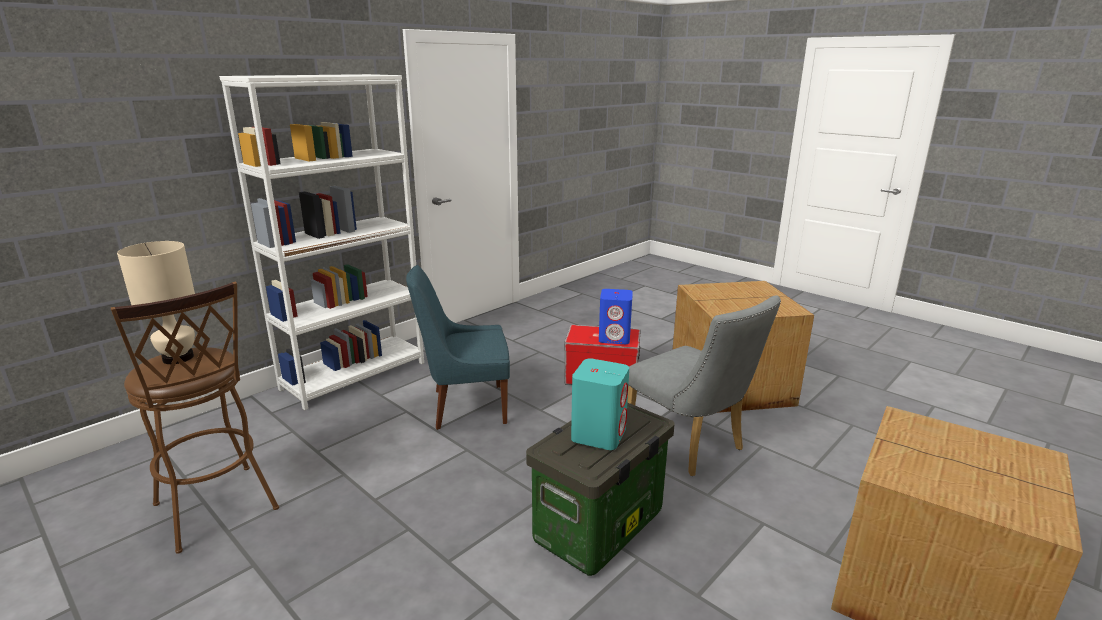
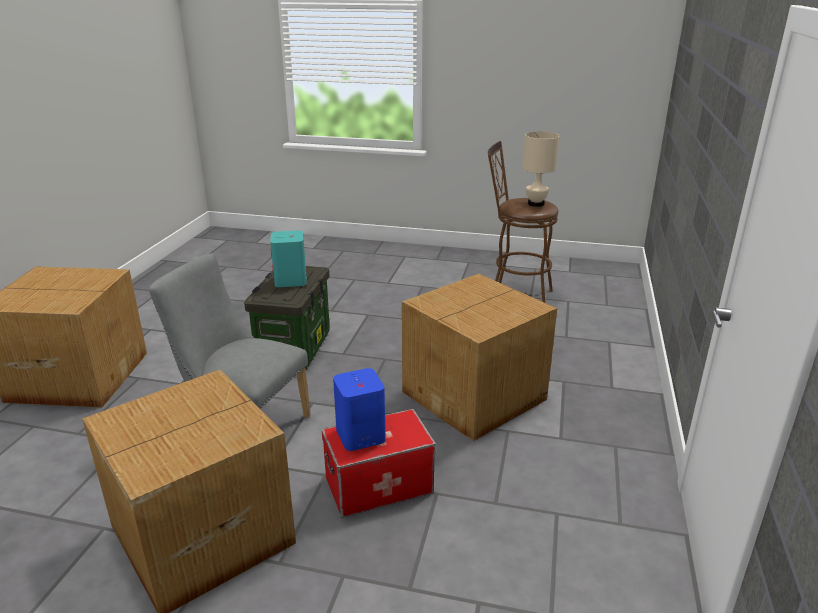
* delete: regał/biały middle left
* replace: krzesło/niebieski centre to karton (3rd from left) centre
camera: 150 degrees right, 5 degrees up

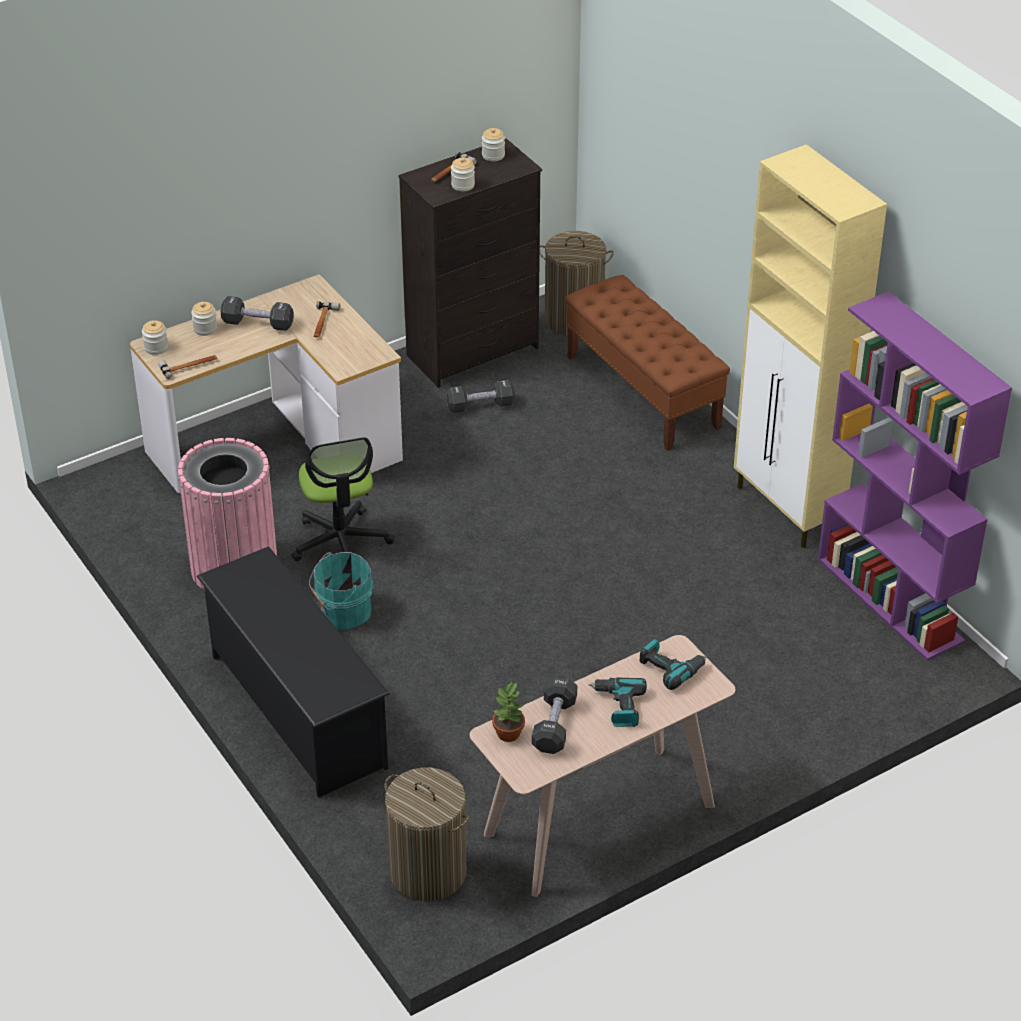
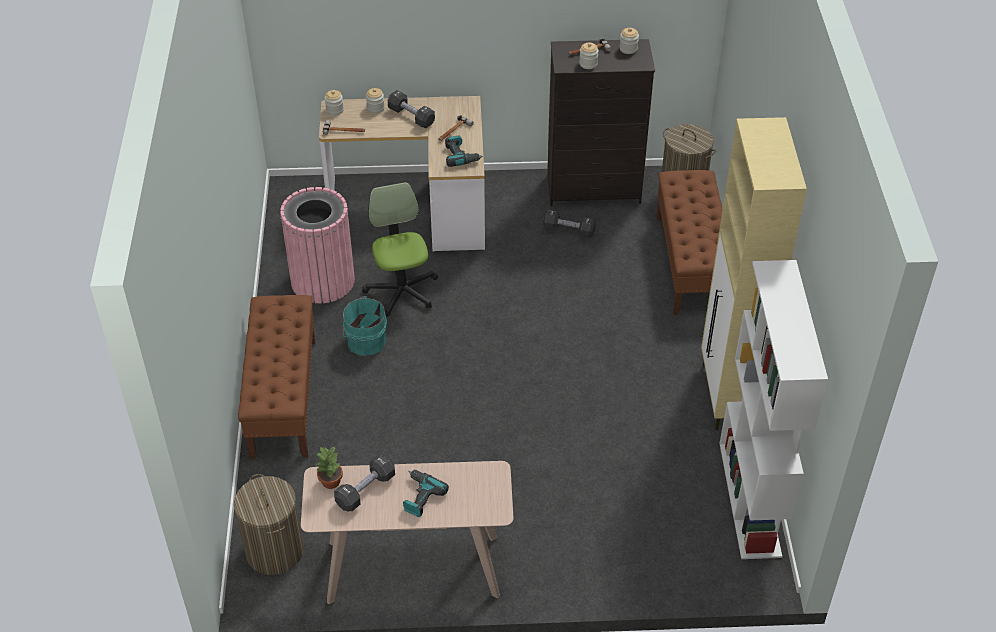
* move: wiertarka (2nd from left) centre to top centre
* replace: regał na buty/czarny middle left to ławka/brązowy (1st from left) middle left
* recolor: regał/fioletowy middle right to regał/biały middle right
* rotate: krzesło biurowe centre = centre 150 degrees clockwise
camera: 30 degrees right, 5 degrees up

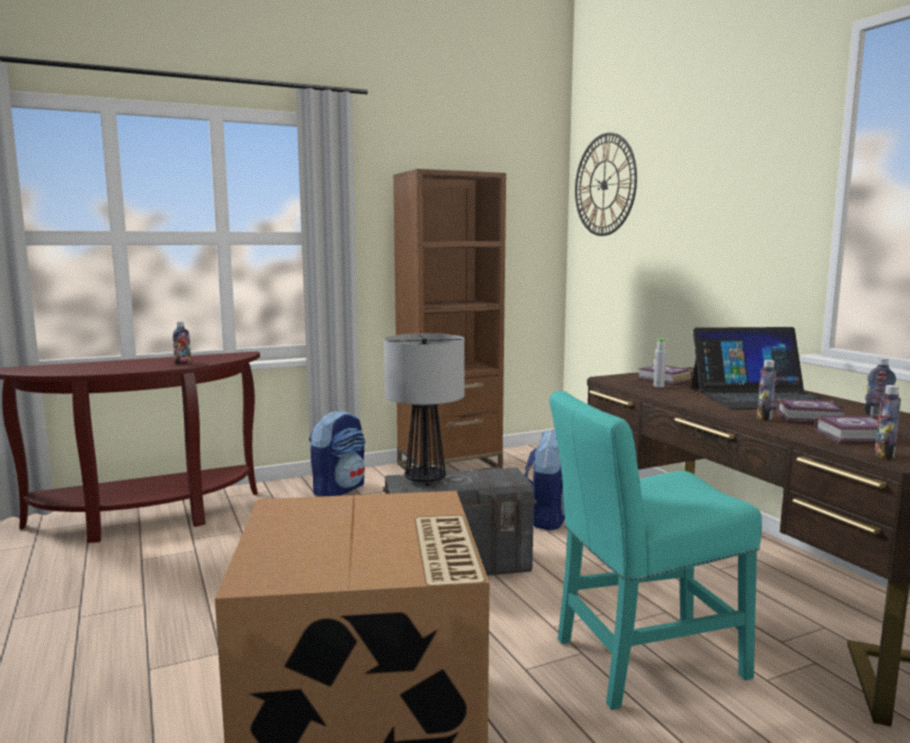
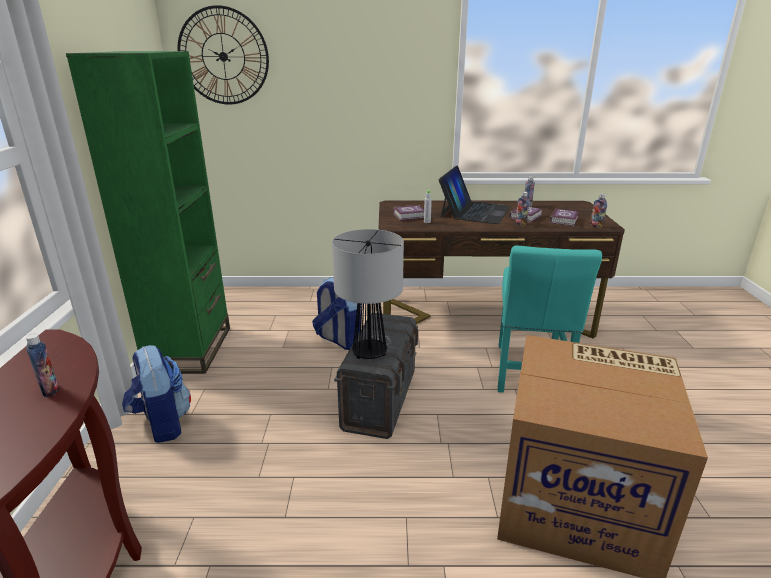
* recolor: regał/brązowy centre to regał/zielony middle left
camera: 65 degrees left, 15 degrees up

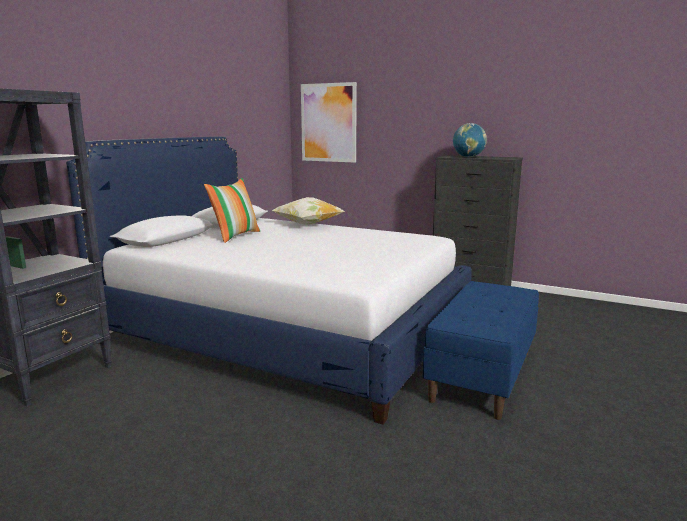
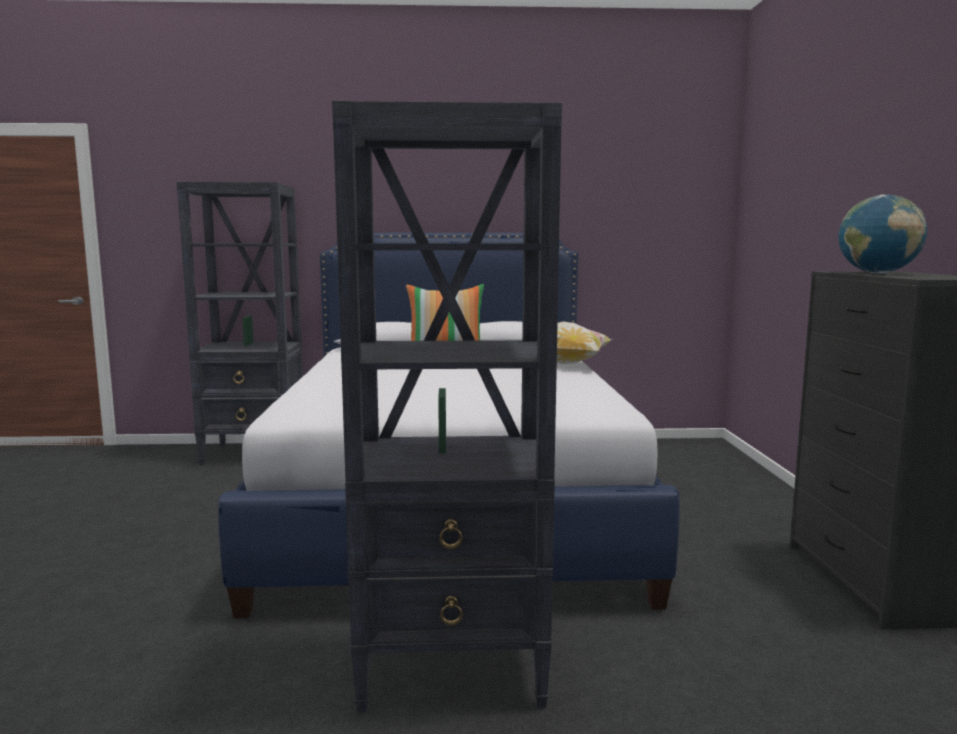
* delete: obraz top centre
* replace: ławka/niebieski bottom right to regał/czarny (2nd from left) centre
camera: 60 degrees right, 5 degrees down

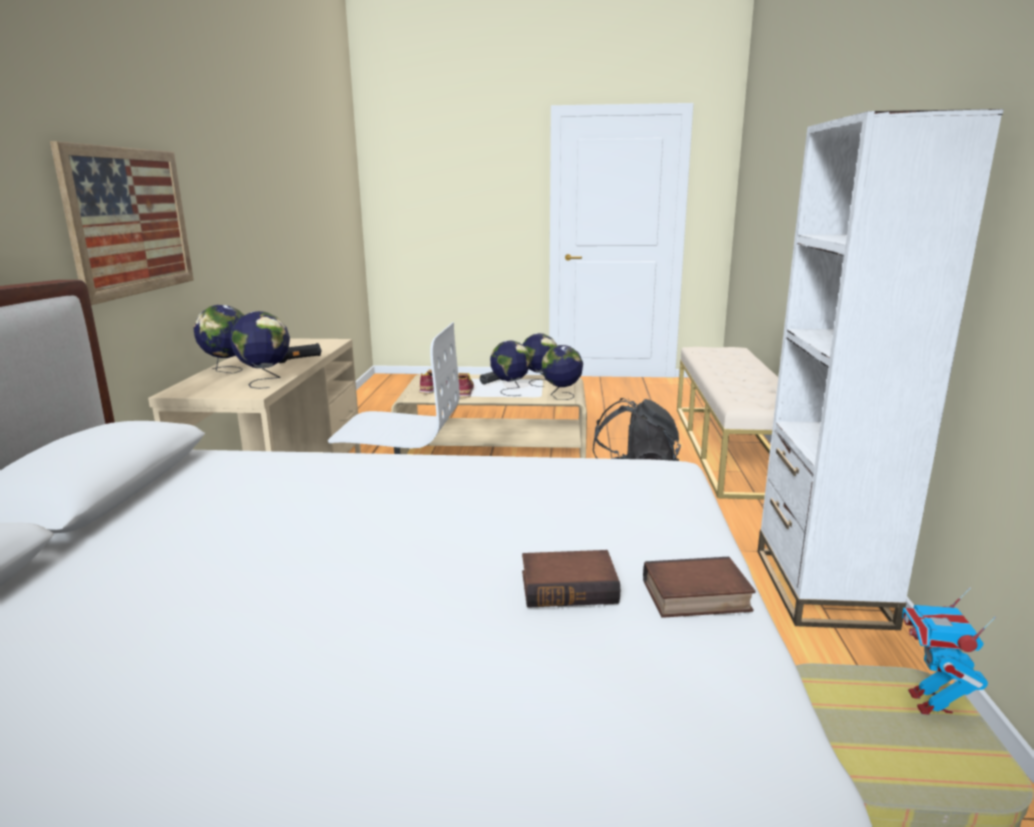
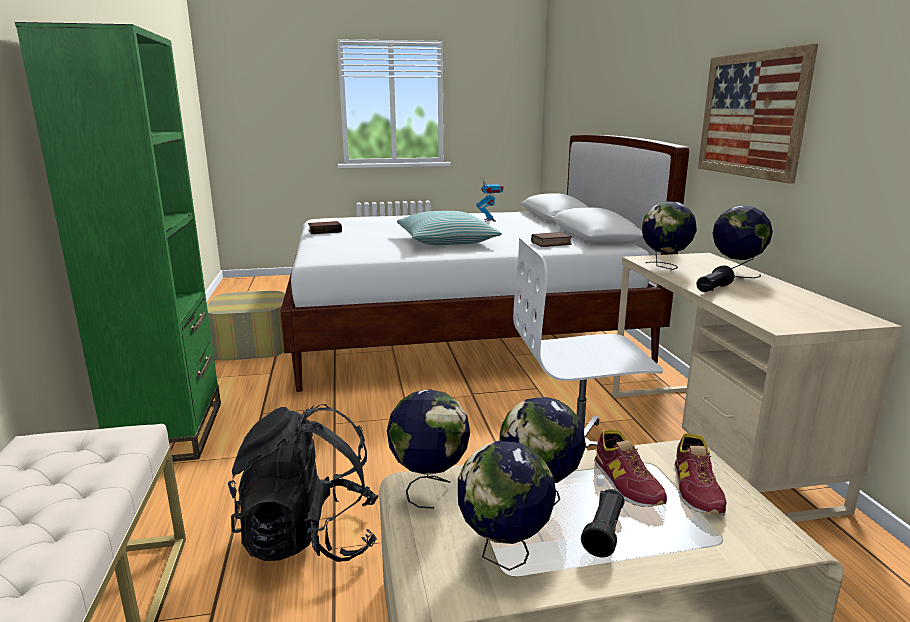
* insert: poduszka centre
* move: książka (1st from left in the first image) bottom centre to książka (2nd from left) centre
* move: robot zabawkowy bottom right to top centre
* recolor: regał/biały middle right to regał/zielony middle left
camera: 165 degrees right, 0 degrees up

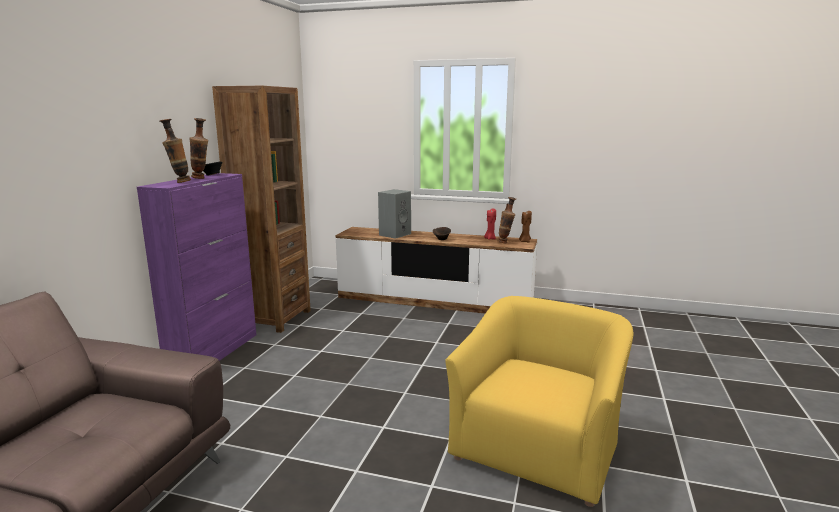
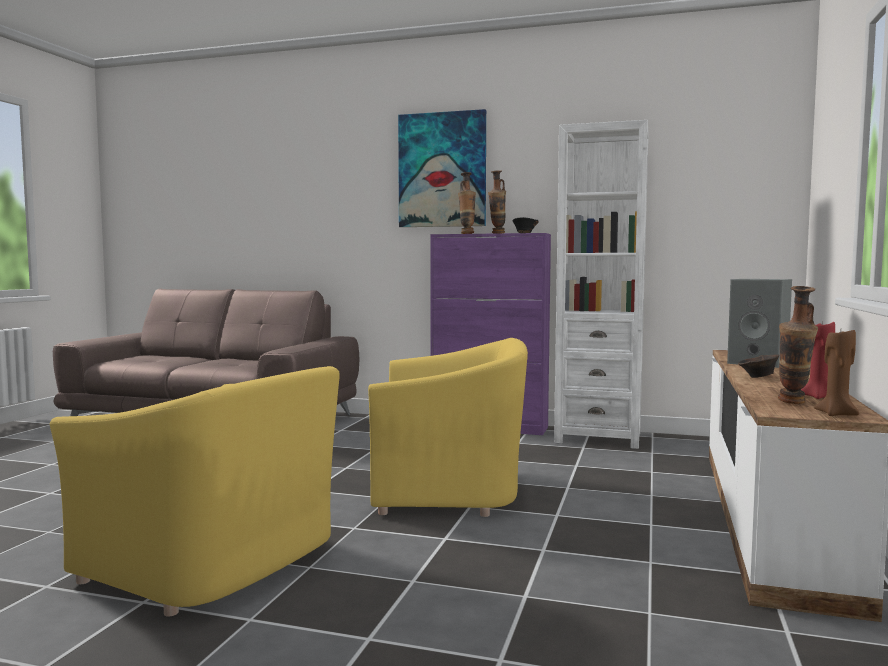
* insert: fotel/żółty (2nd from left) centre
* insert: obraz top centre
* recolor: regał/brązowy middle left to regał/biały middle right
camera: 90 degrees right, 10 degrees down

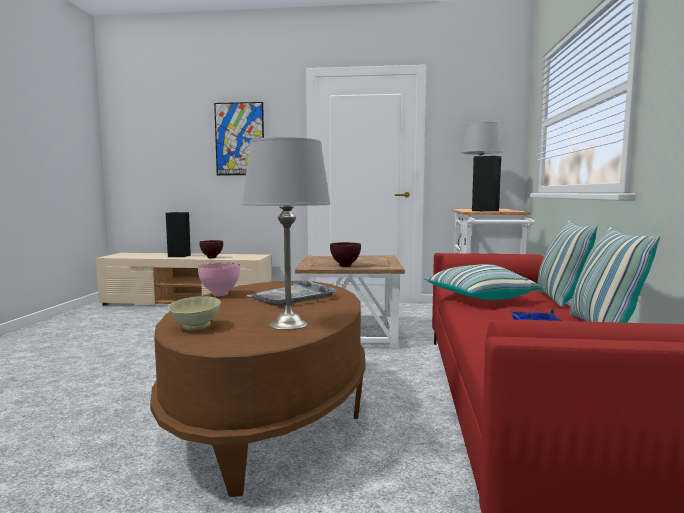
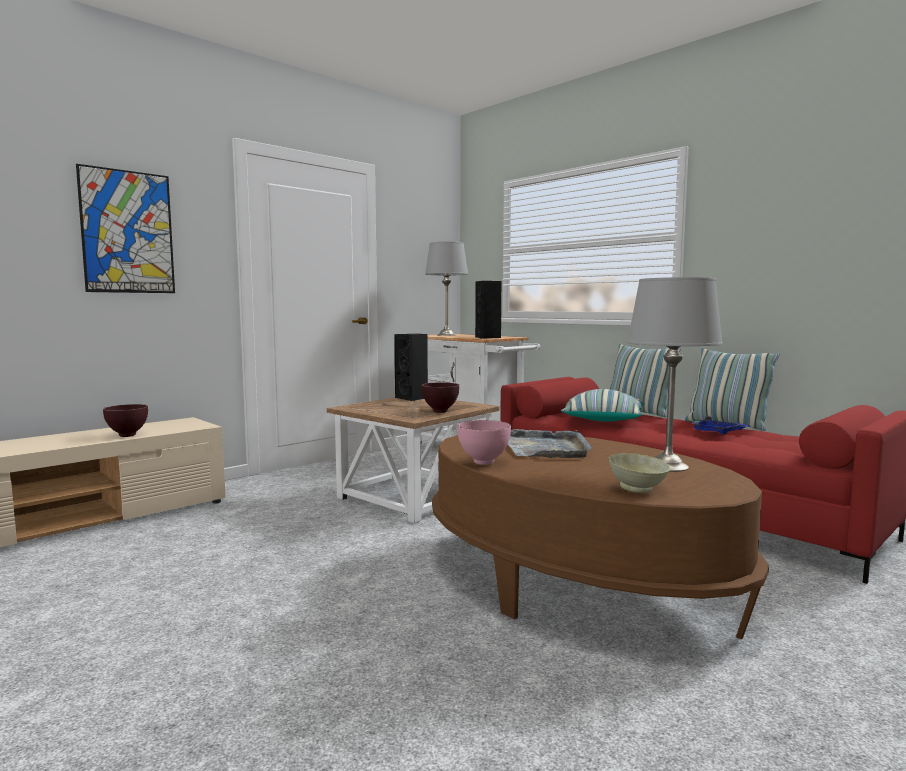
* move: głośnik/czarny (1st from left) middle left to centre
camera: 50 degrees left, 0 degrees up

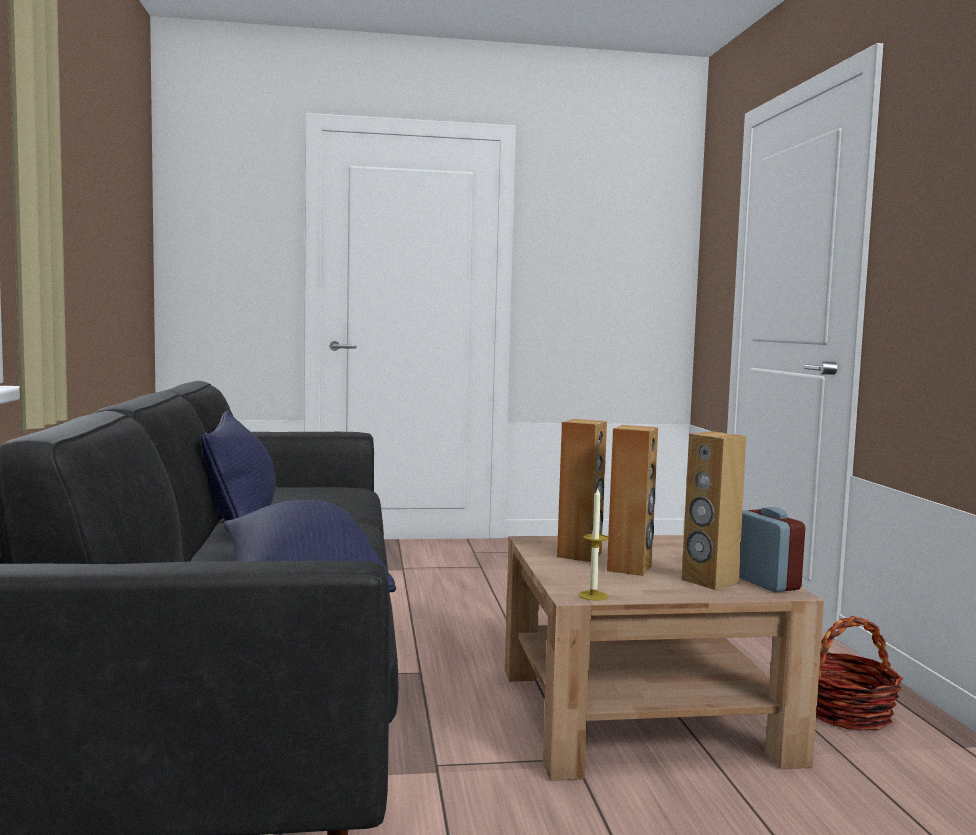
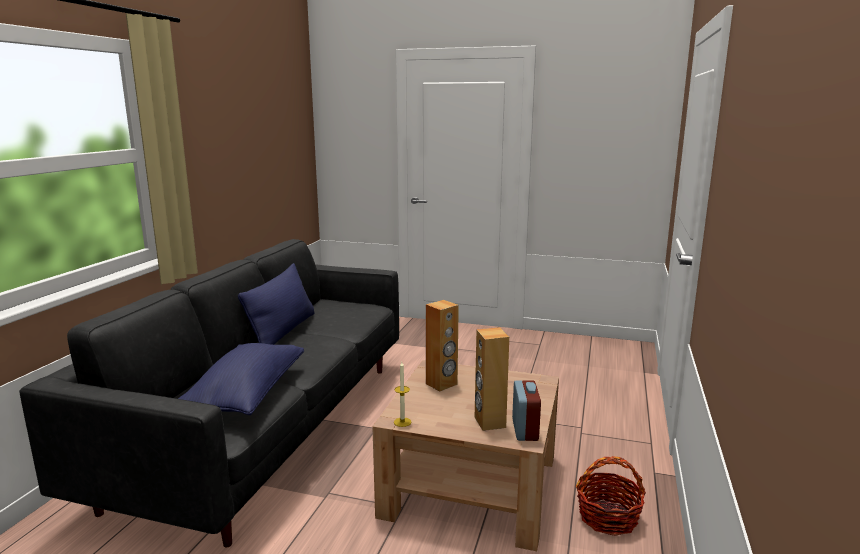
* delete: głośnik/brązowy (2nd from left) centre
camera: 25 degrees right, 10 degrees up

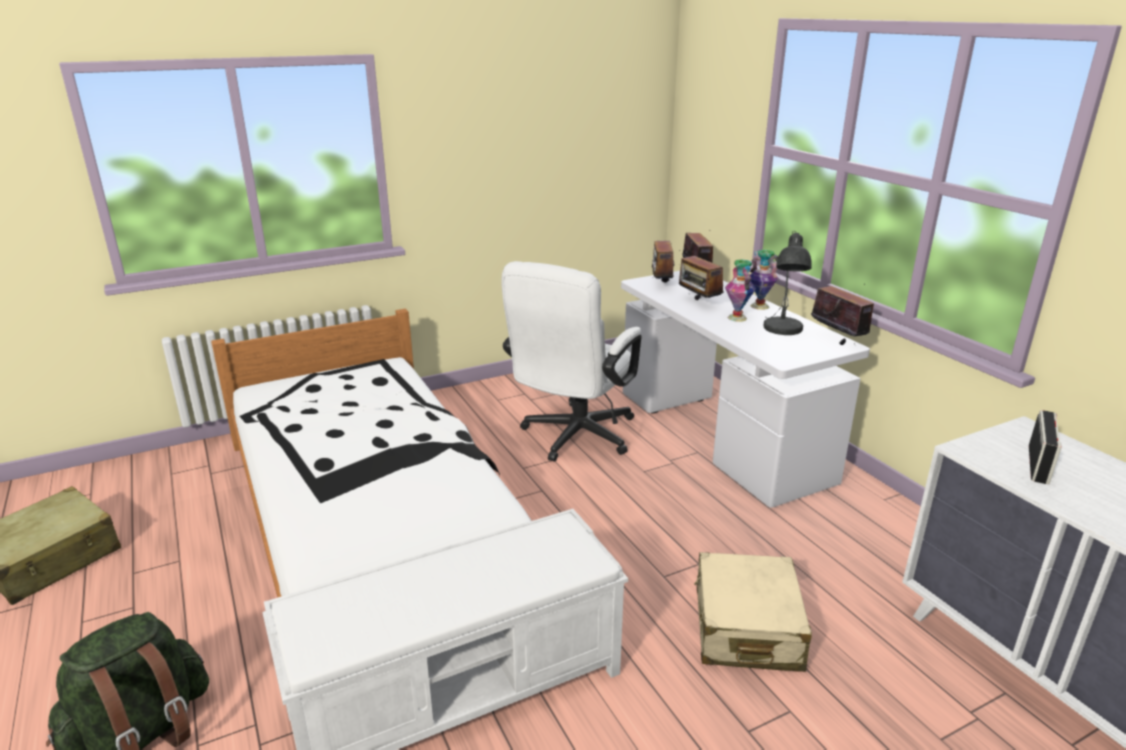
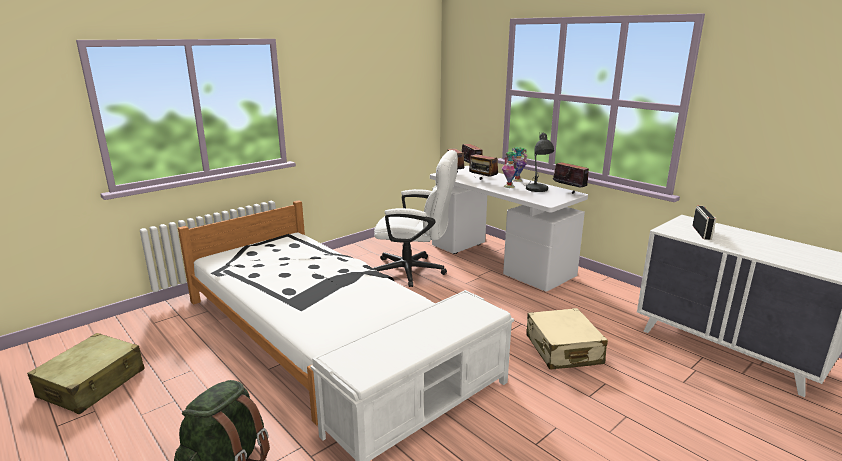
* rotate: krzesło biurowe/biały centre = centre 90 degrees counterclockwise
camera: 15 degrees left, 5 degrees down

